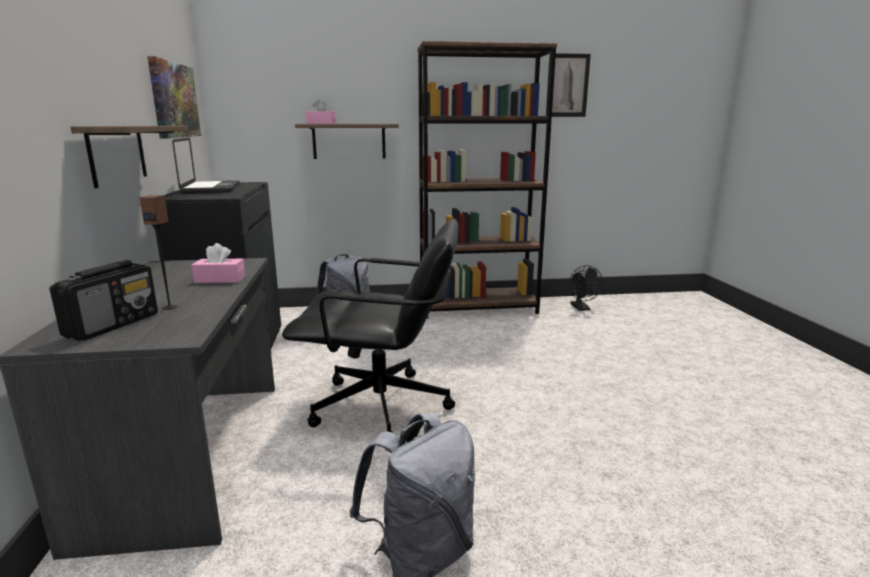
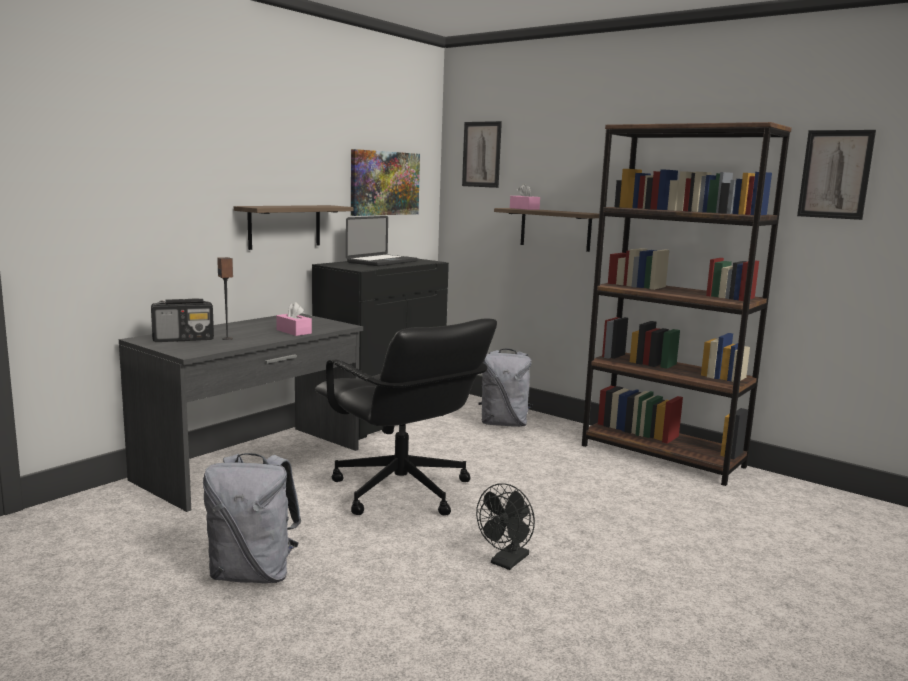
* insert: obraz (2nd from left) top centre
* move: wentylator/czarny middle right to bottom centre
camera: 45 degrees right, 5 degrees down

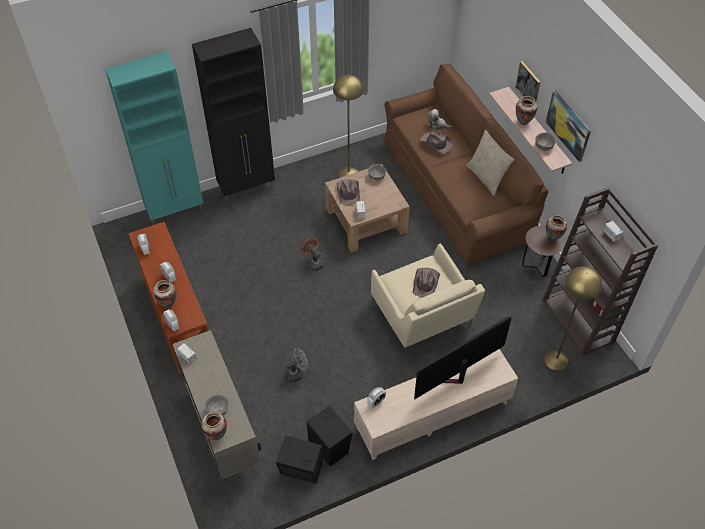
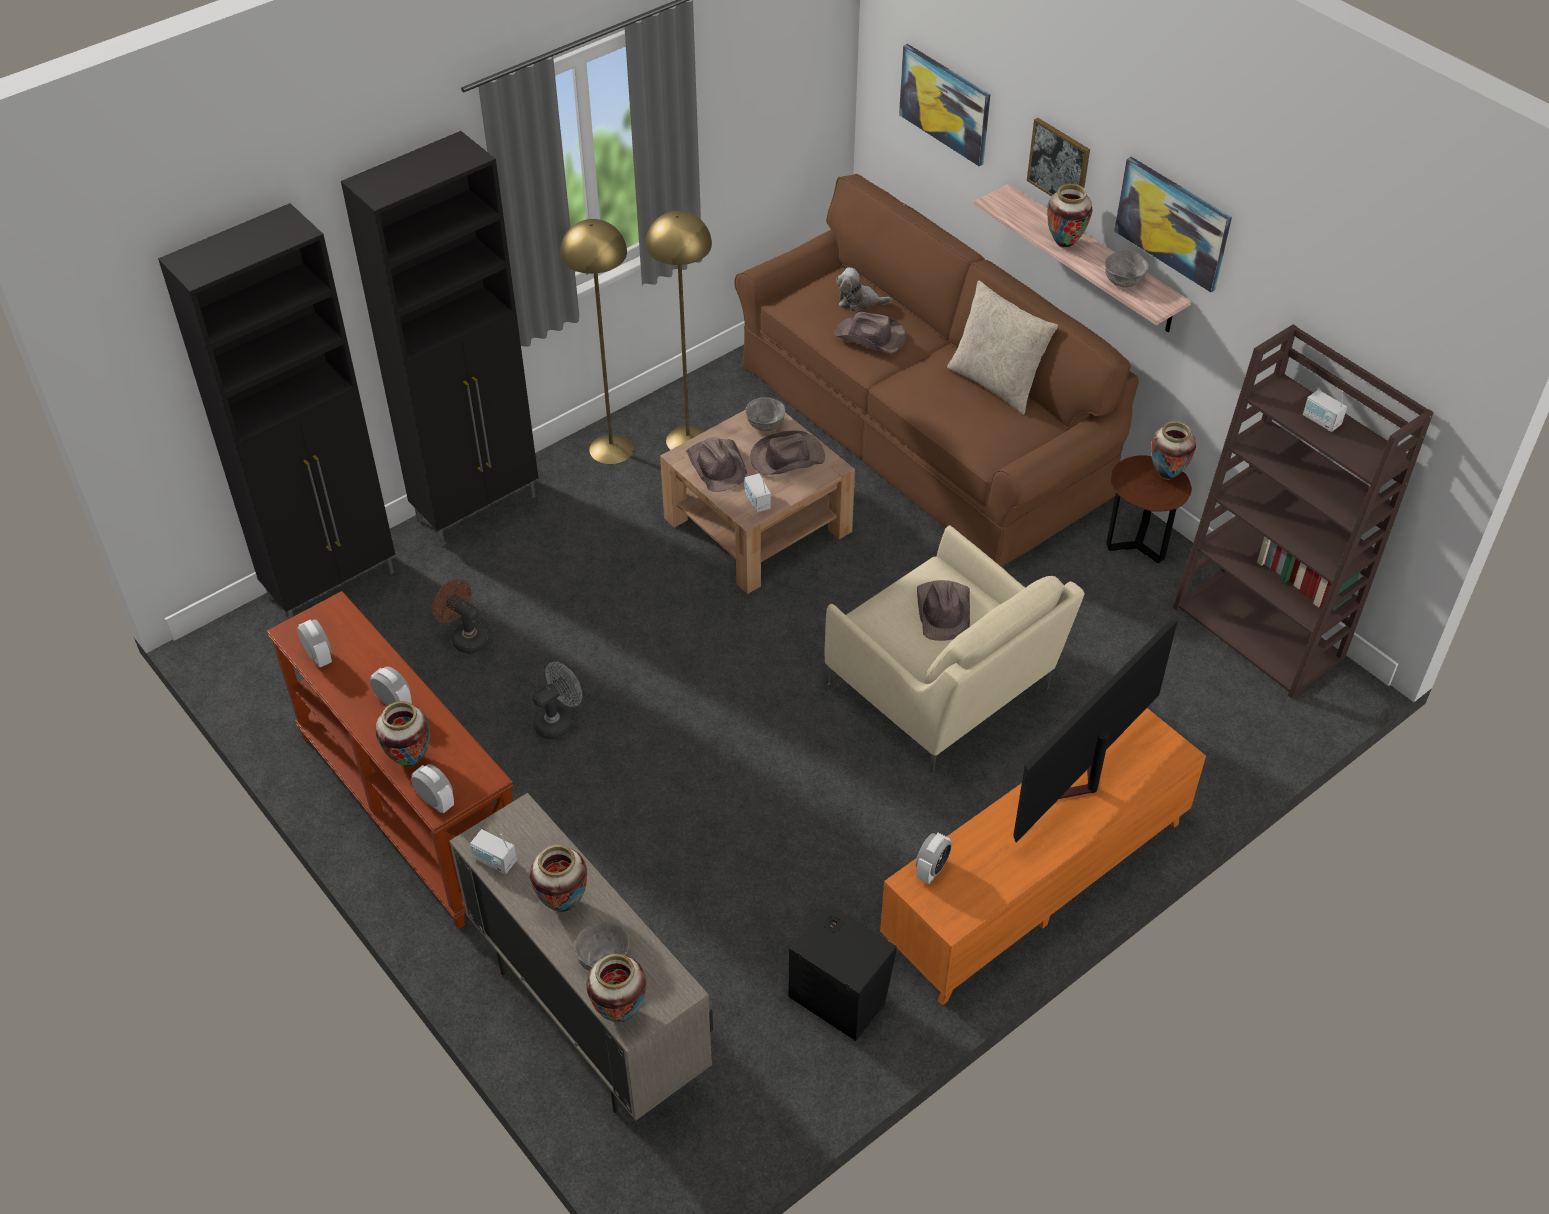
* delete: głośnik/czarny (1st from left) bottom centre
* insert: wazon (2nd from left) bottom centre
* insert: kapelusz/brązowy (2nd from left) centre
* insert: obraz (1st from left) top centre
* move: wentylator/szary bottom centre to centre
* move: wentylator/brązowy centre to middle left
* move: lampa stojąca/żółty (2nd from left in the first image) middle right to lampa stojąca/żółty (1st from left) top centre
* recolor: szafka/turkusowy top left to szafka/czarny (1st from left) middle left
* recolor: szafka pod telewizor/beżowy bottom centre to szafka pod telewizor/pomarańczowy bottom right
camera: 15 degrees left, 5 degrees down

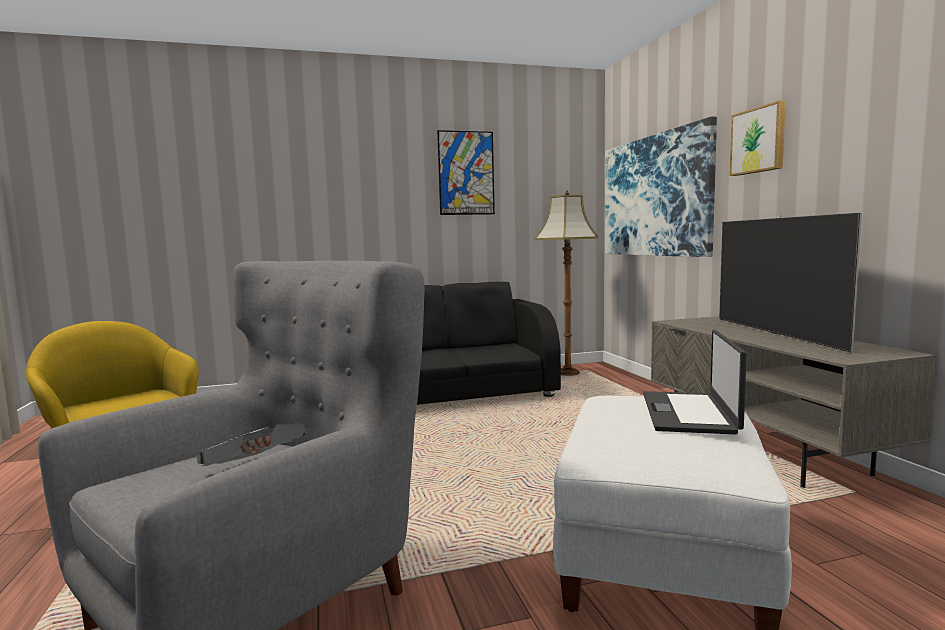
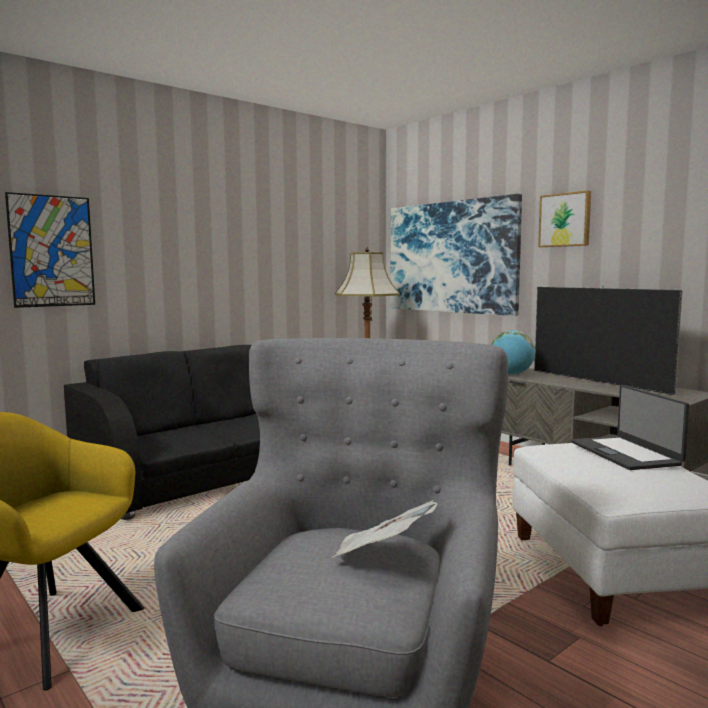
* insert: globus middle right
* move: obraz (1st from left) top centre to middle left
camera: 25 degrees left, 0 degrees up

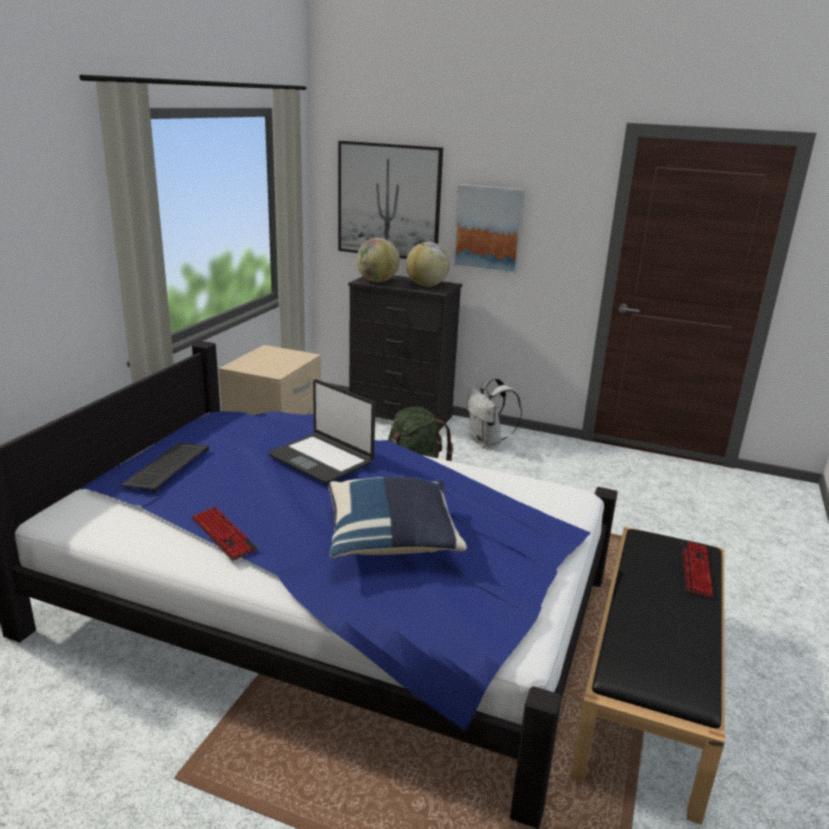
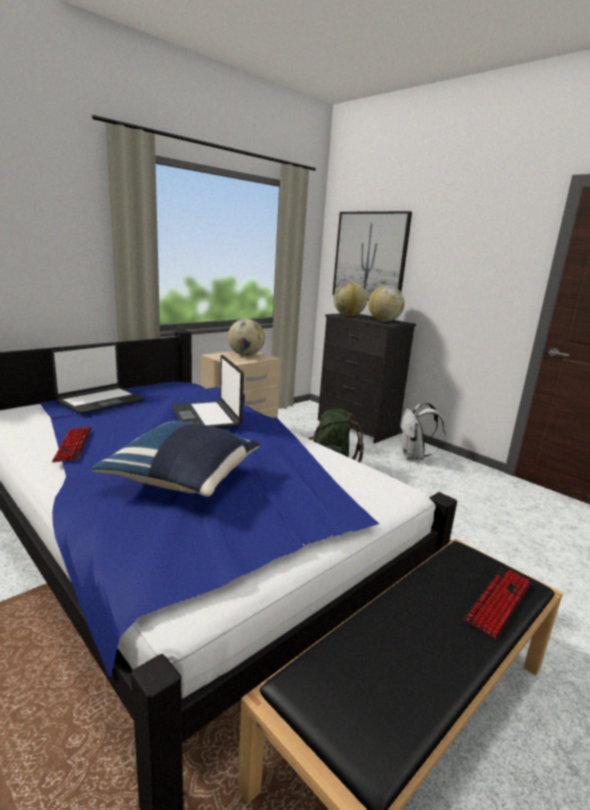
* delete: obraz (2nd from left) top centre
* insert: globus (1st from left) centre
* replace: klawiatura (1st from left) middle left to laptop (1st from left) middle left
camera: 25 degrees right, 5 degrees down

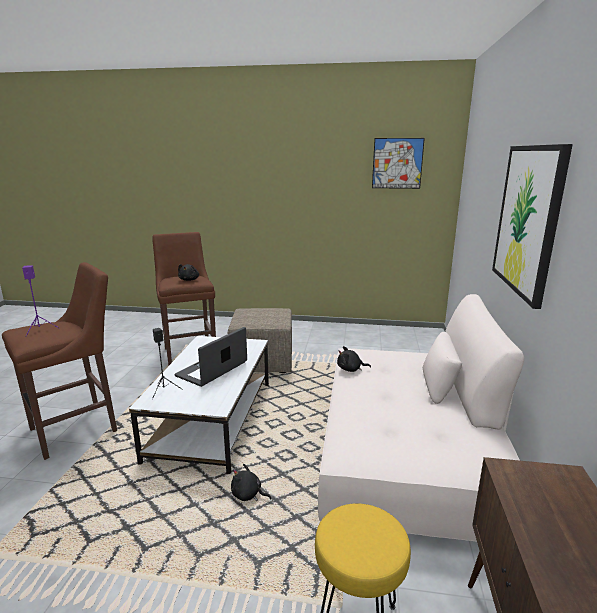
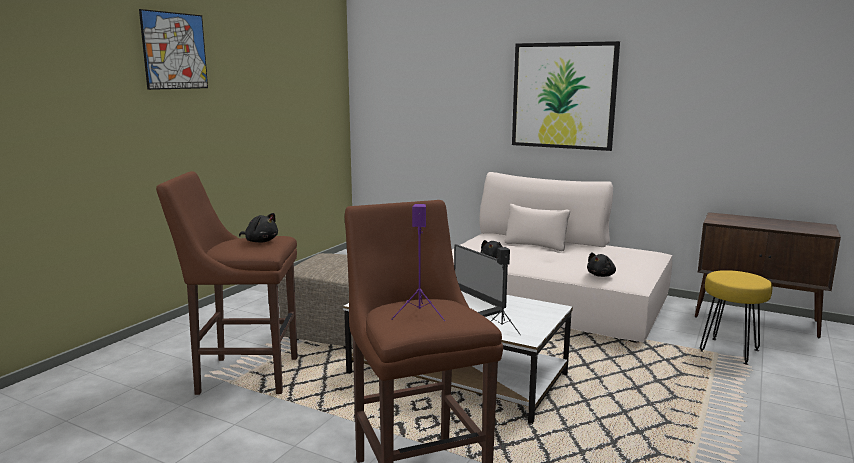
* move: pluszak/czarny (2nd from left in the first image) bottom centre to pluszak/czarny (3rd from left) middle right
* move: obraz (1st from left) top right to top left
camera: 70 degrees left, 5 degrees down

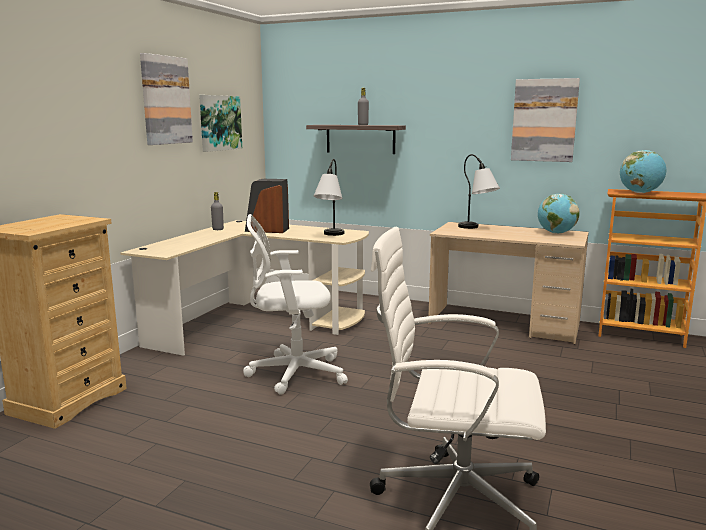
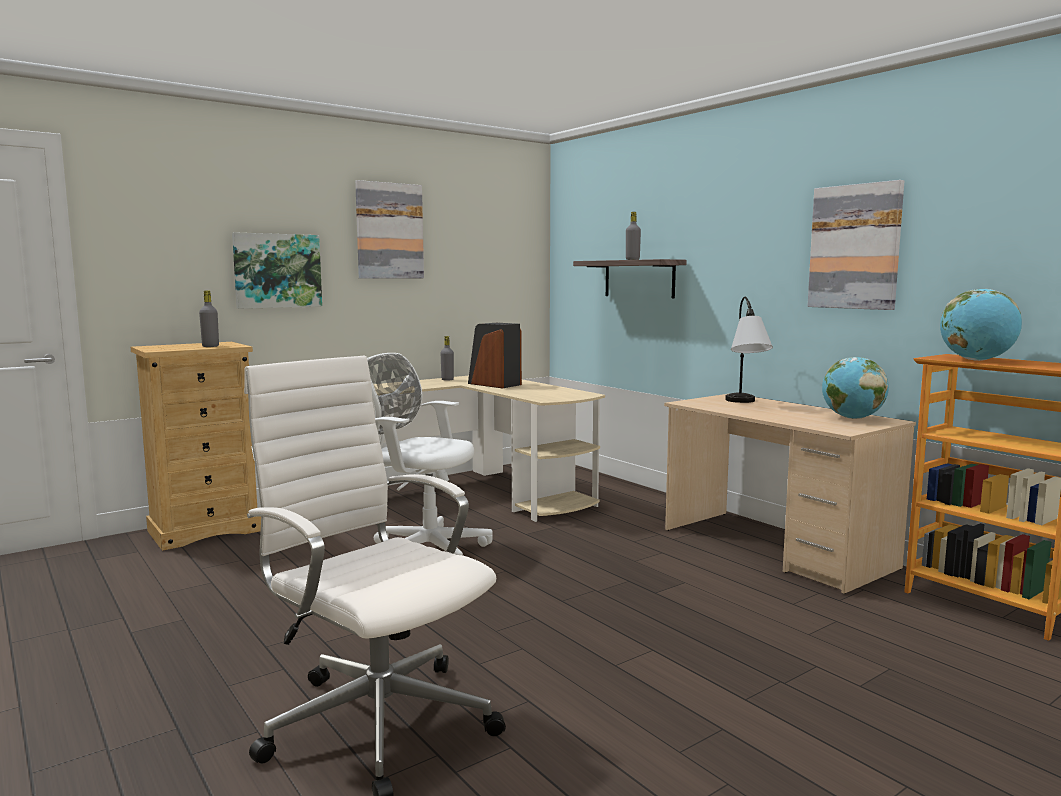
* delete: lampa stołowa (1st from left) centre
* insert: butelka/szary (1st from left) middle left
* move: obraz (2nd from left in the first image) top left to obraz (1st from left) middle left
camera: 30 degrees right, 5 degrees down

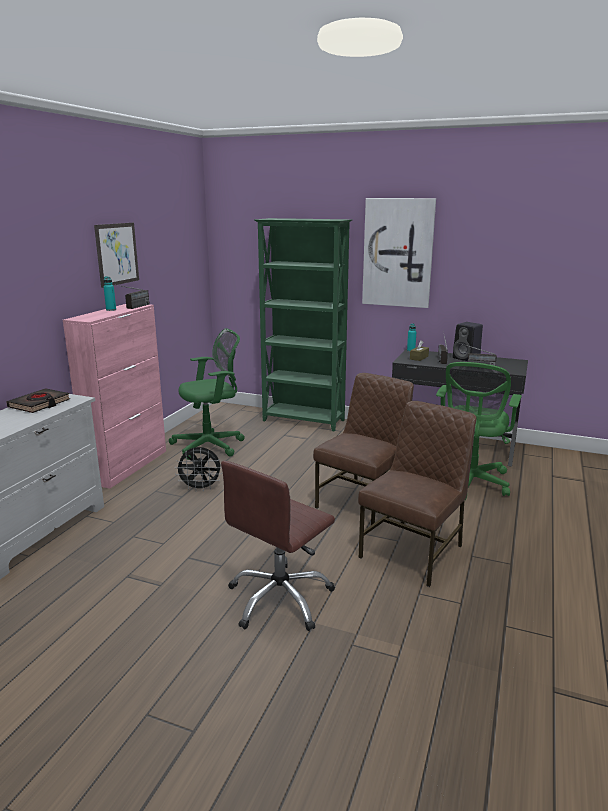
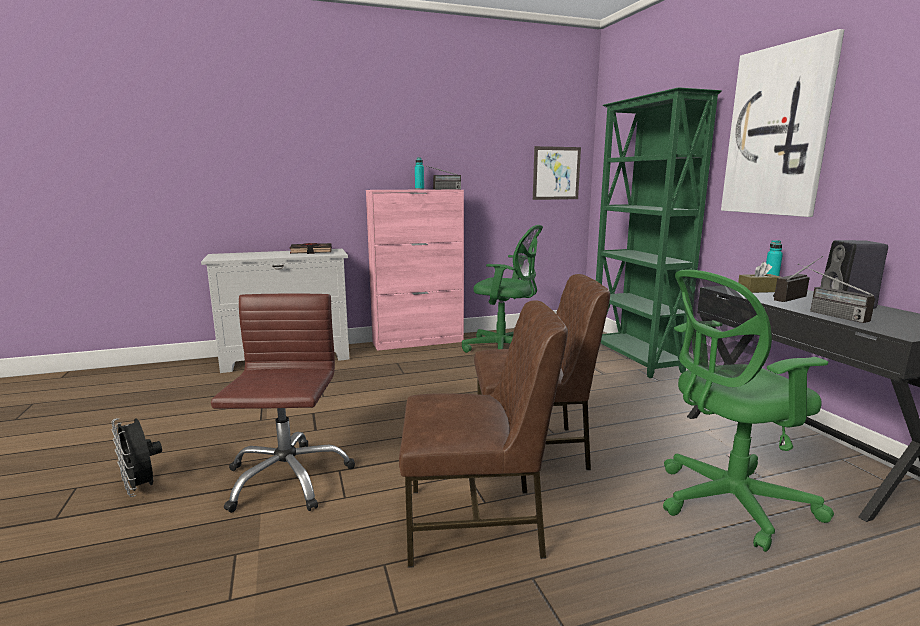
* move: obraz (1st from left) top left to top centre
* move: wentylator/czarny middle left to bottom left
* rotate: krzesło biurowe/brązowy bottom centre = middle left 90 degrees clockwise
camera: 50 degrees right, 5 degrees down

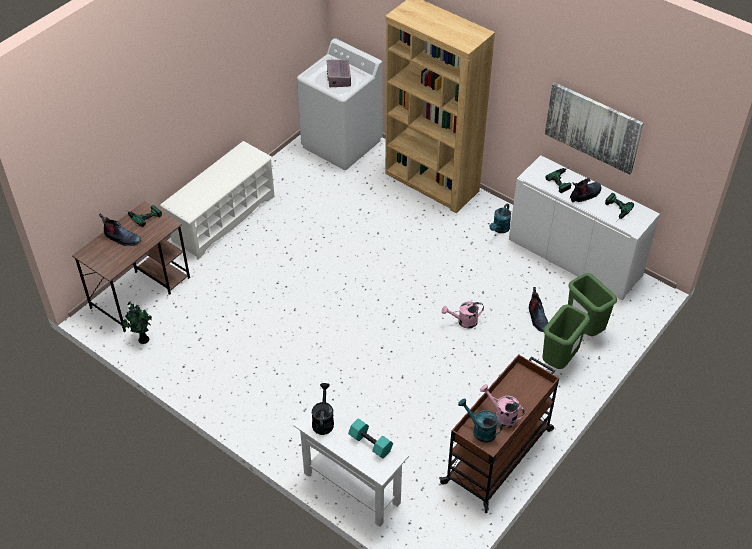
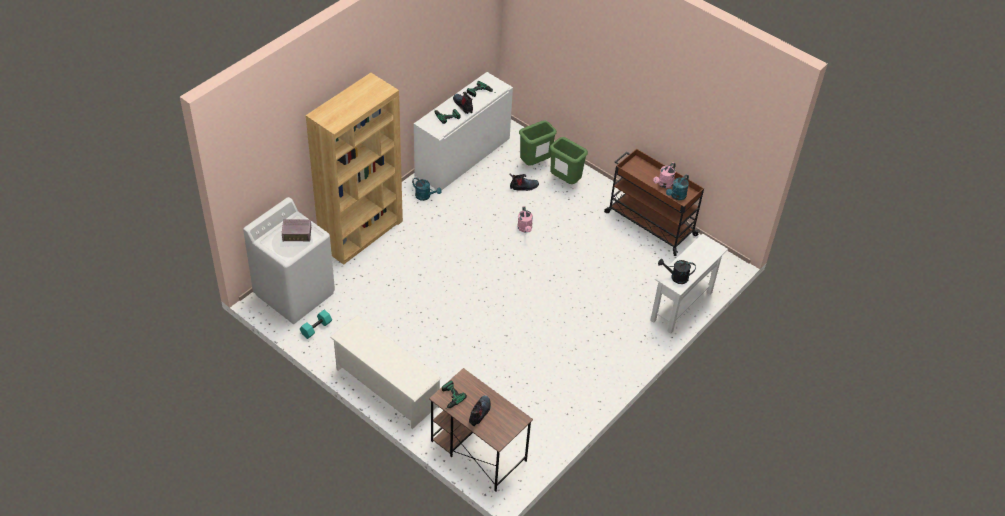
* delete: roślina doniczkowa middle left
* delete: obraz top right
* move: hantel/turkusowy bottom centre to middle left
camera: 90 degrees left, 0 degrees up

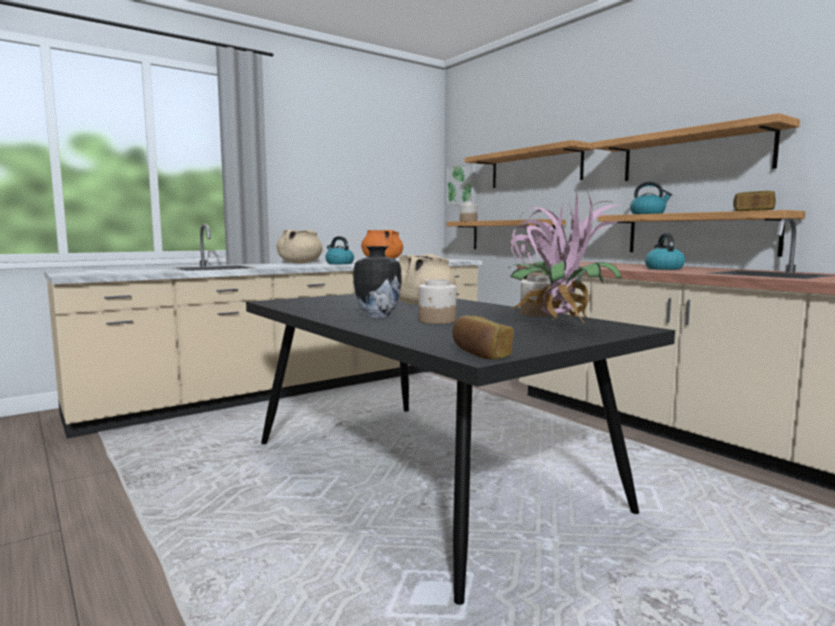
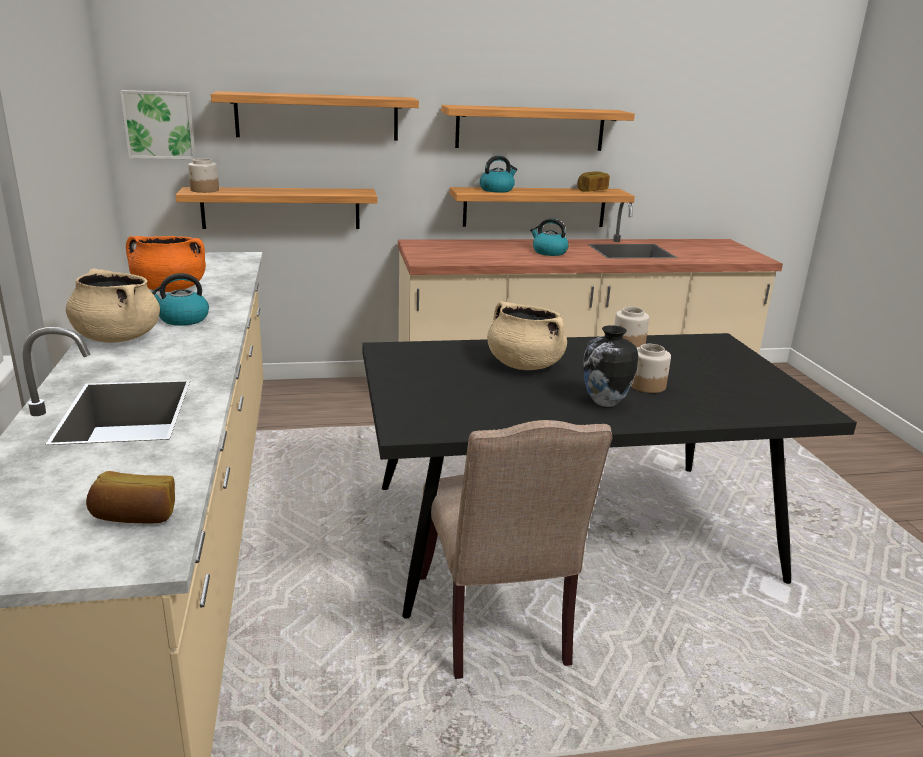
* delete: roślina doniczkowa middle right
* insert: krzesło/beżowy bottom centre
* move: chleb (1st from left) centre to middle left
camera: 65 degrees left, 15 degrees up

